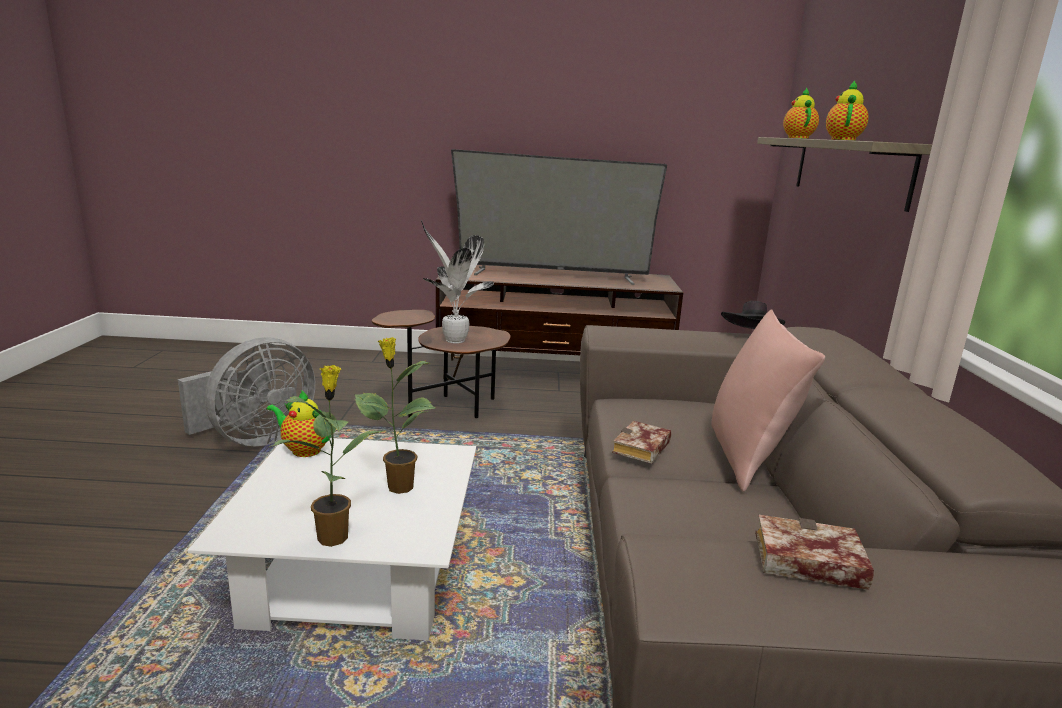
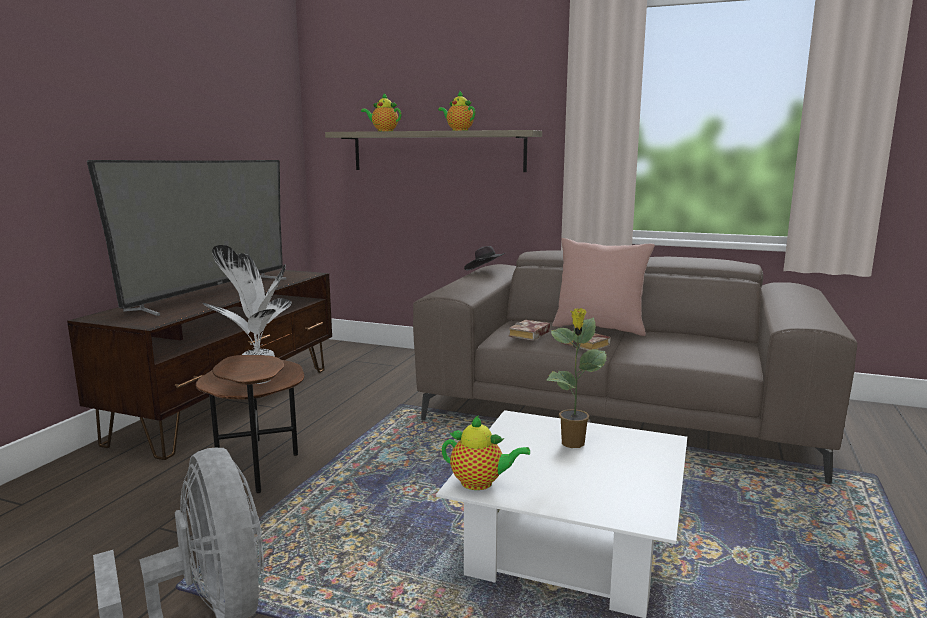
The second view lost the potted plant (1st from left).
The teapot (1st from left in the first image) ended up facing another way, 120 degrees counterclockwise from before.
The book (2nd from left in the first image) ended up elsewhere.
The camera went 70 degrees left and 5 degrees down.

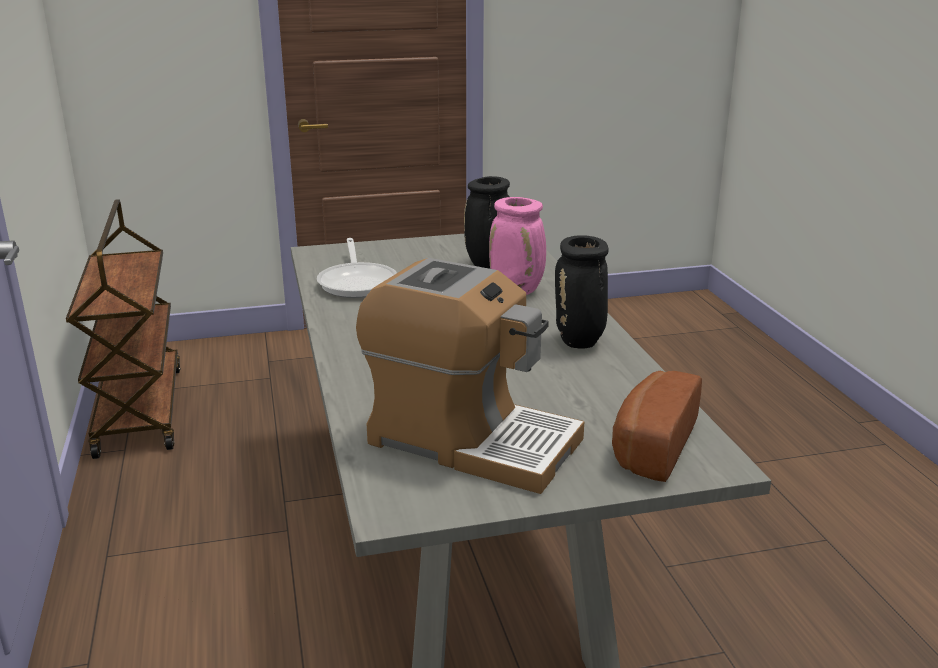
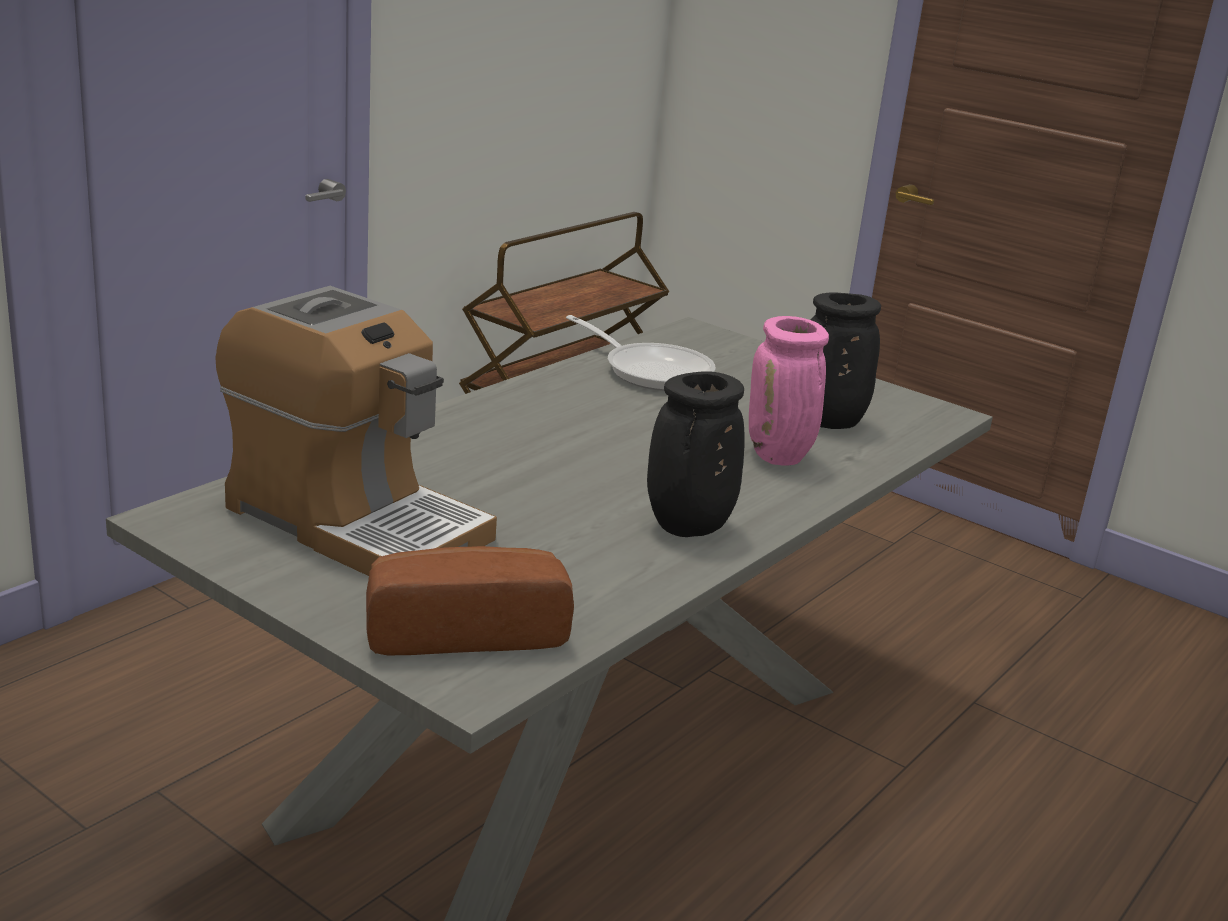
The frying pan ended up facing another way, 90 degrees counterclockwise from before.
The coffee machine ended up facing another way, 45 degrees counterclockwise from before.
The camera went 50 degrees right and 0 degrees up.

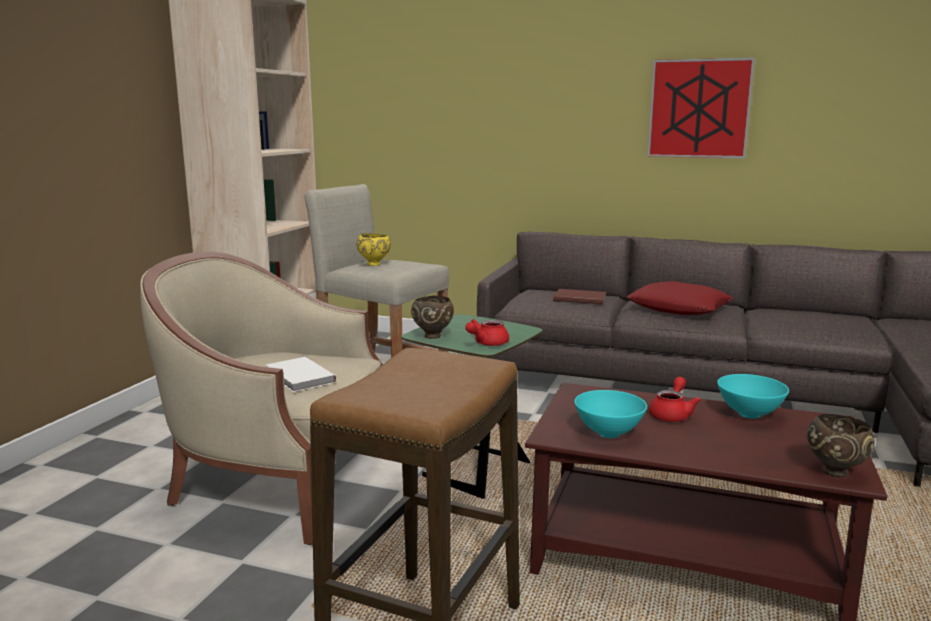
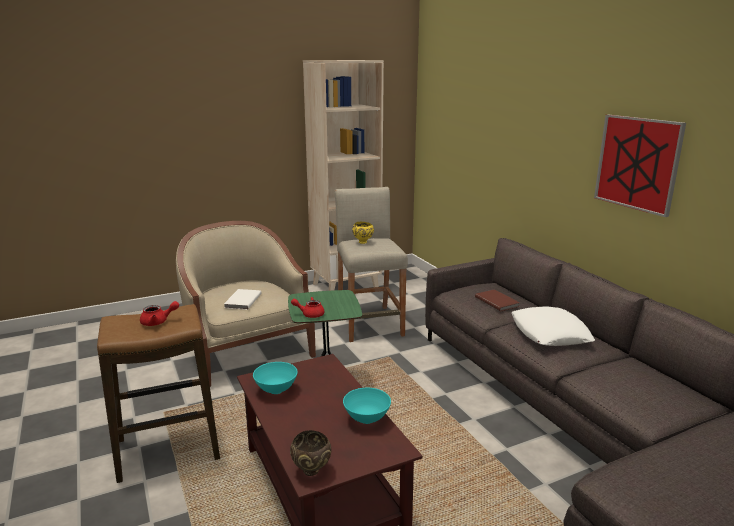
What was the red pillow turned into the white pillow.
The second view lost the brown bowl (1st from left).
The red teapot (2nd from left in the first image) ended up elsewhere.
The camera went 45 degrees right and 5 degrees up.

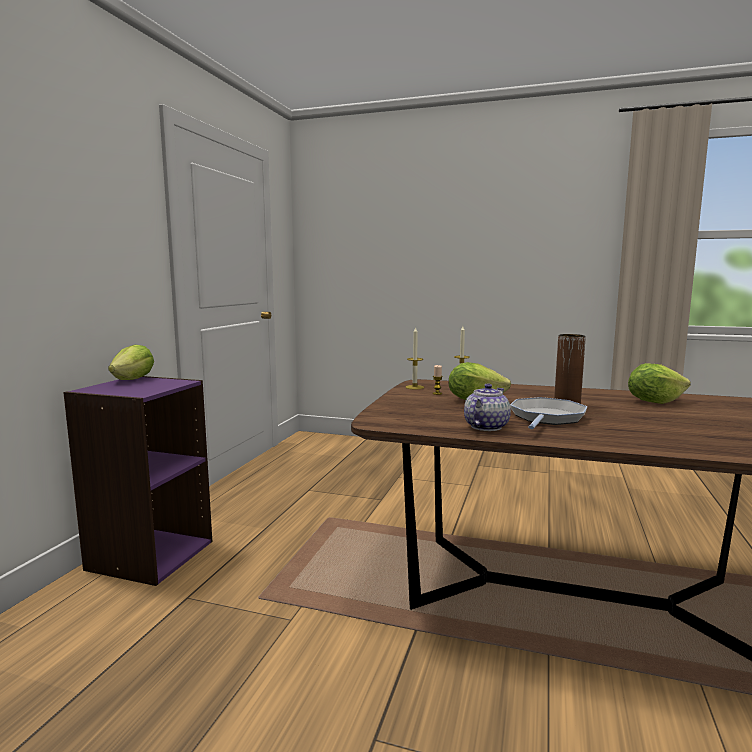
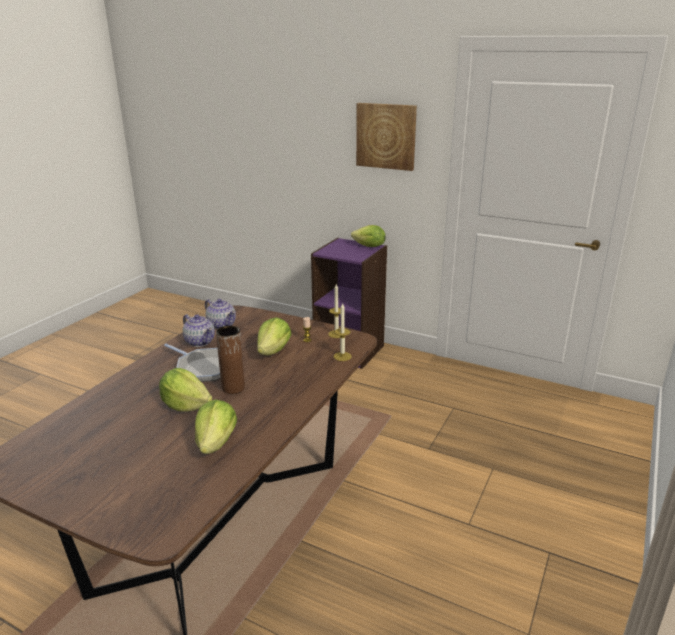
The second view gained the picture.
The second view gained the teapot (2nd from left).
The second view gained the lettuce (1st from left).
The camera went 100 degrees right and 15 degrees up.

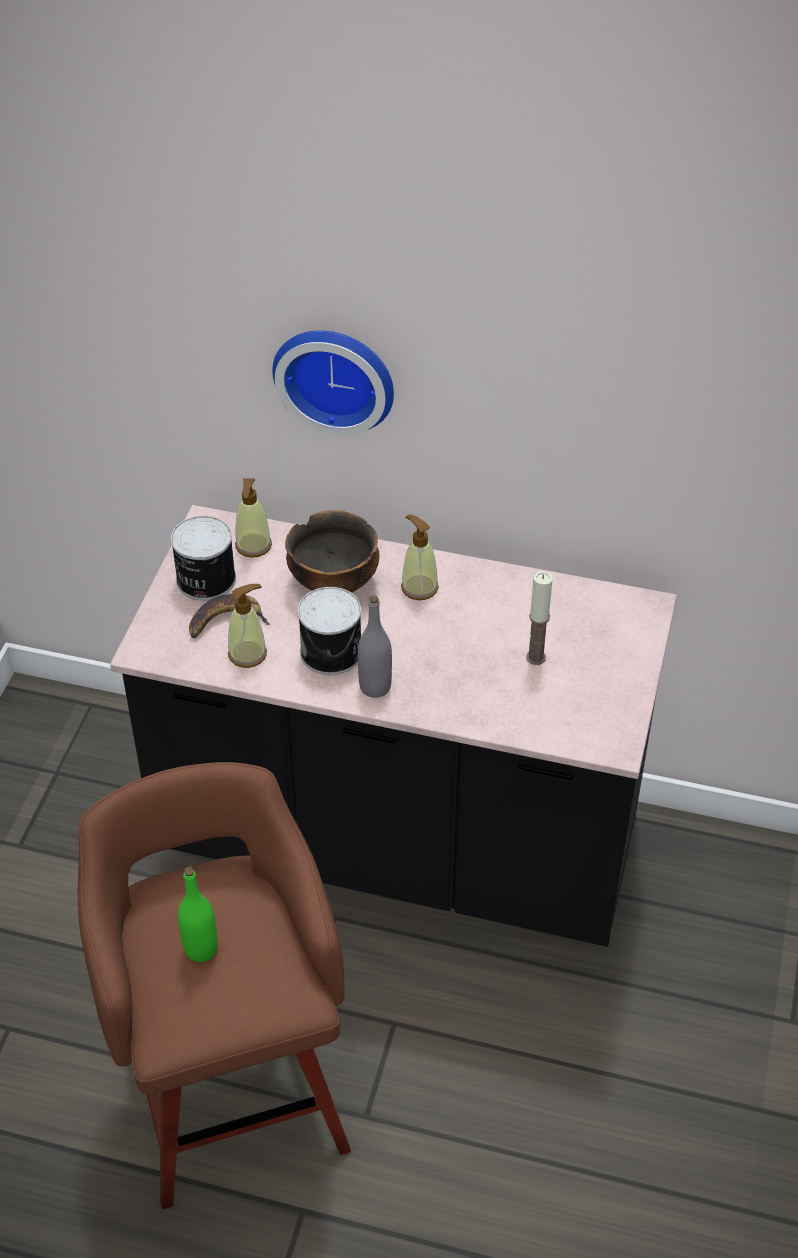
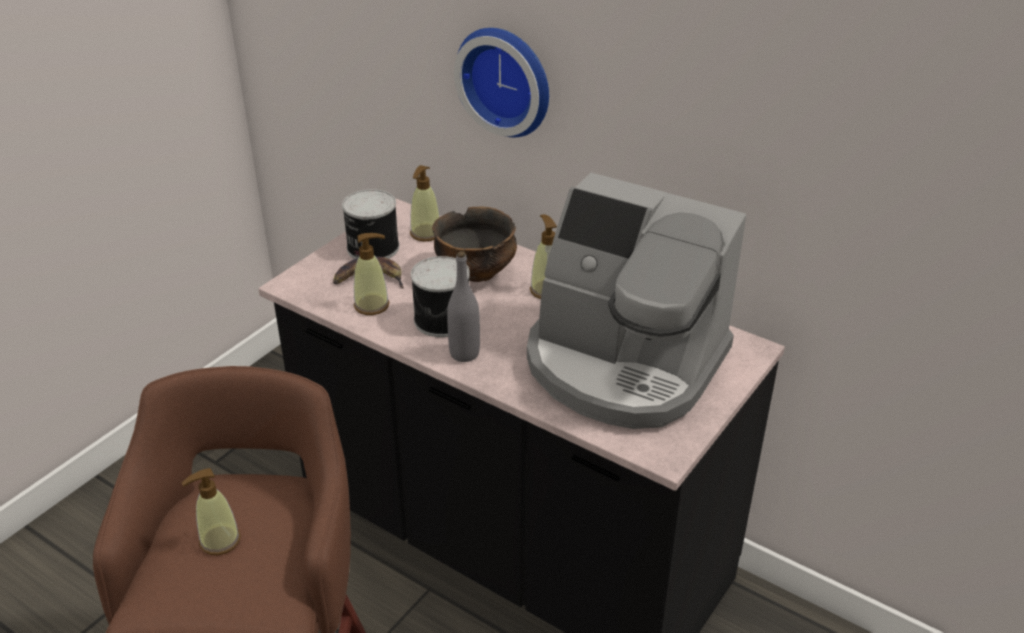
Where the candle stood, the coffee machine came to stand.
Where the green bottle stood, the soap dispenser (1st from left) came to stand.
The camera went 20 degrees right and 10 degrees down.

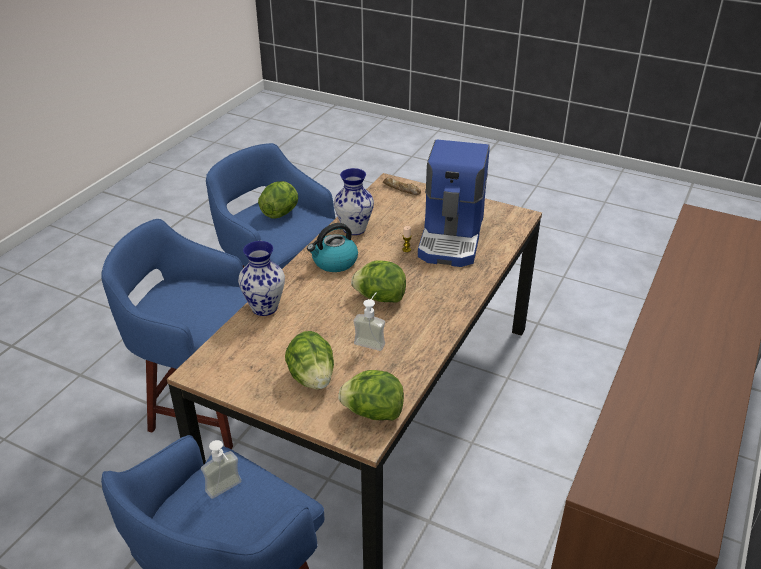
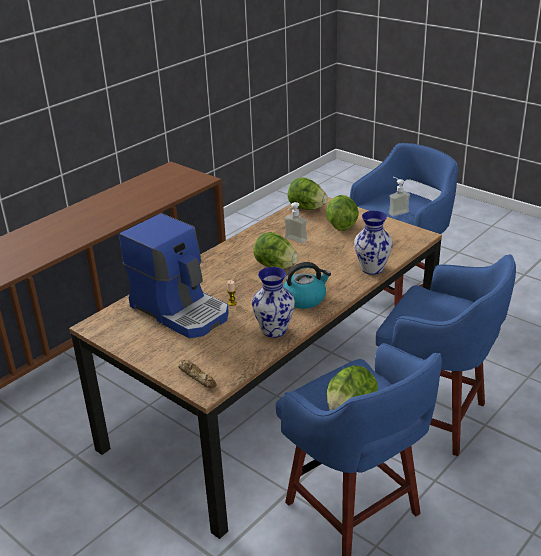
The coffee machine ended up facing another way, 105 degrees clockwise from before.
The camera went 165 degrees left and 5 degrees down.

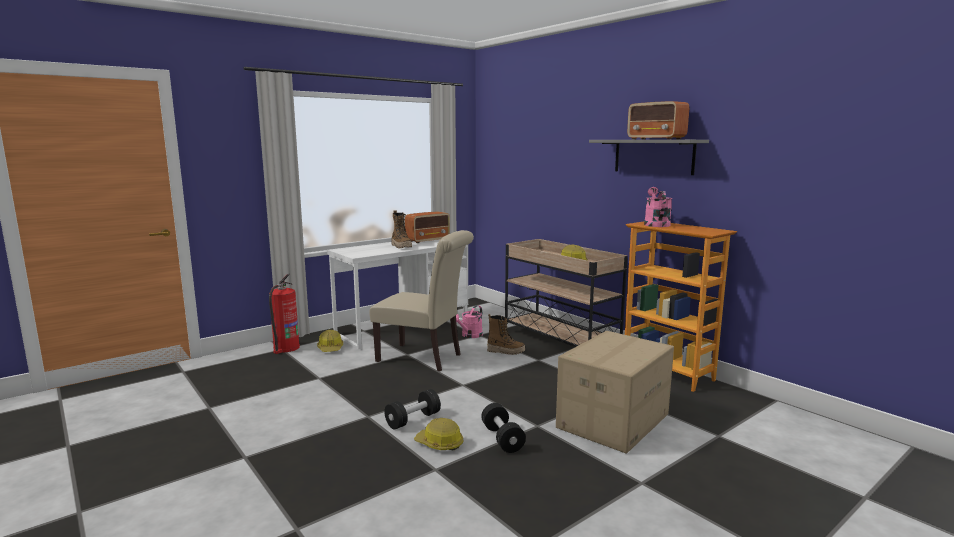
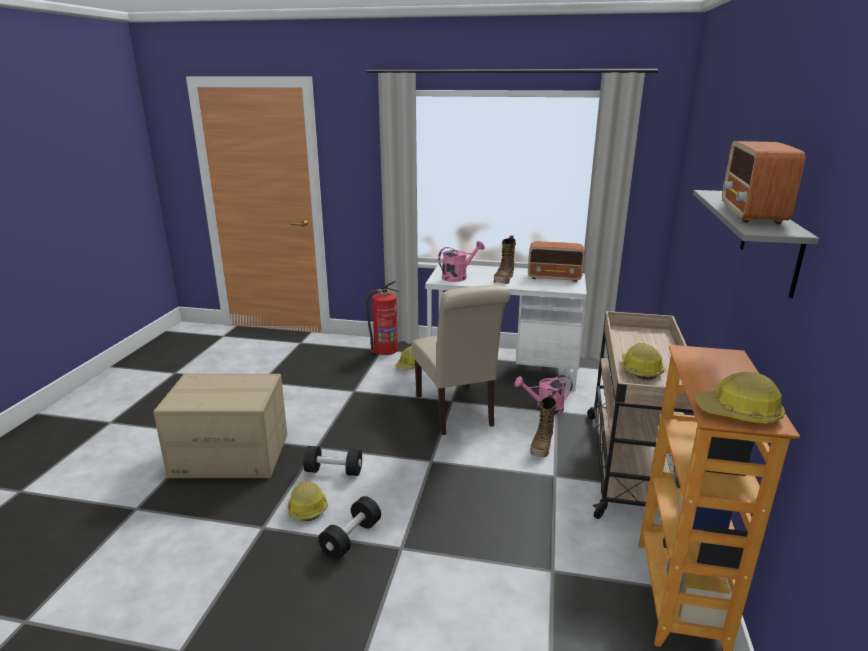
The pink watering can (2nd from left in the first image) ended up elsewhere.
The boot (2nd from left) ended up facing another way, 45 degrees clockwise from before.
The cardboard box ended up elsewhere.
The second view gained the hard hat (4th from left).
The camera went 50 degrees right and 10 degrees up.

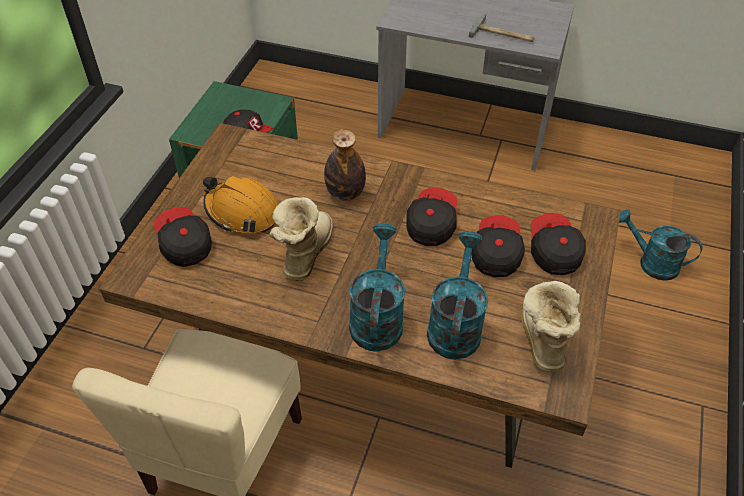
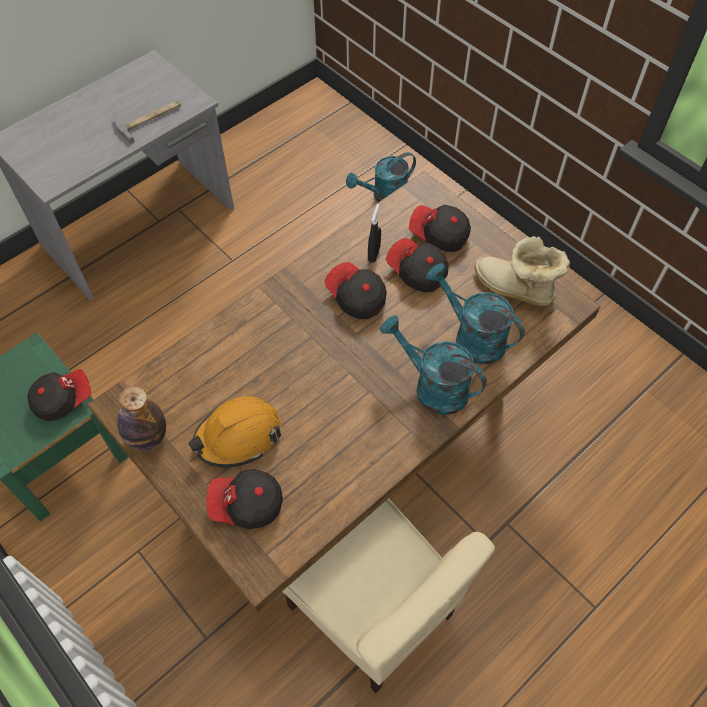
The bottle ended up elsewhere.
The second view lost the boot (1st from left).
The second view gained the black spray bottle.
The camera went 60 degrees left and 10 degrees up.

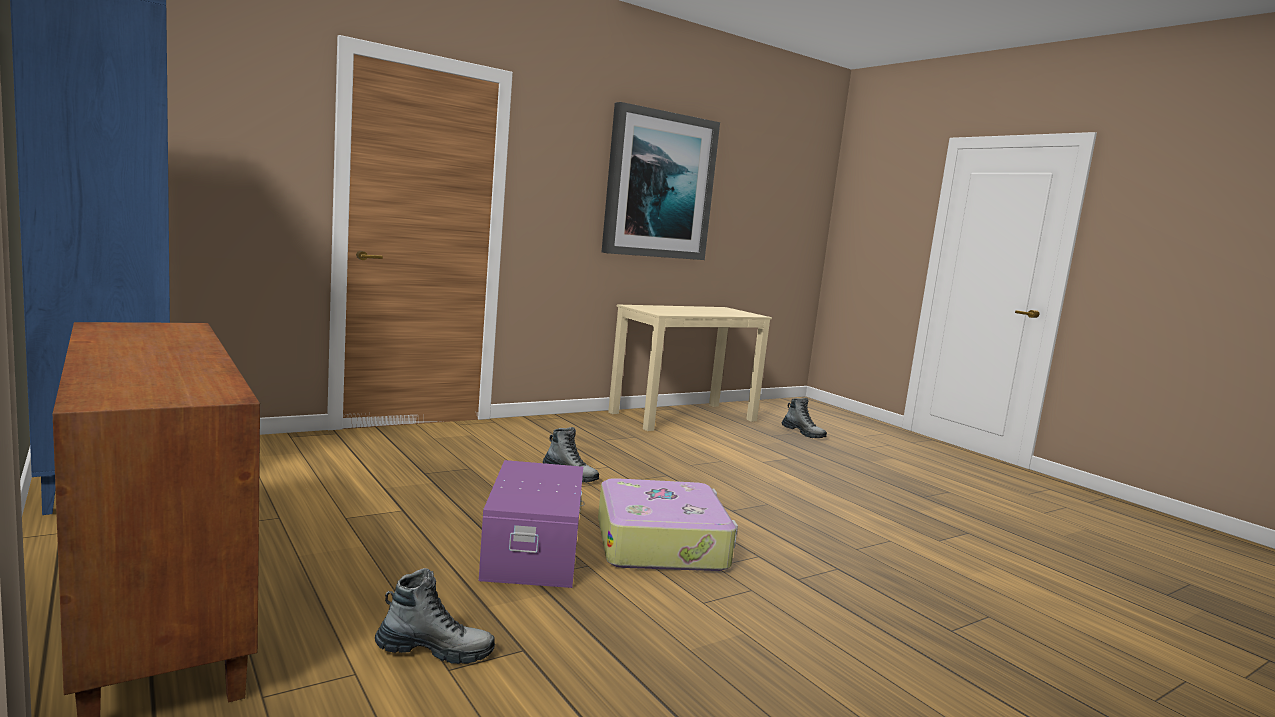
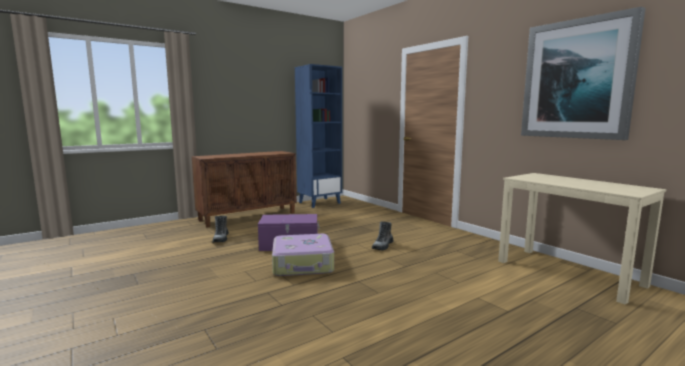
The second view lost the boot (3rd from left).
The camera went 90 degrees right and 0 degrees up.

